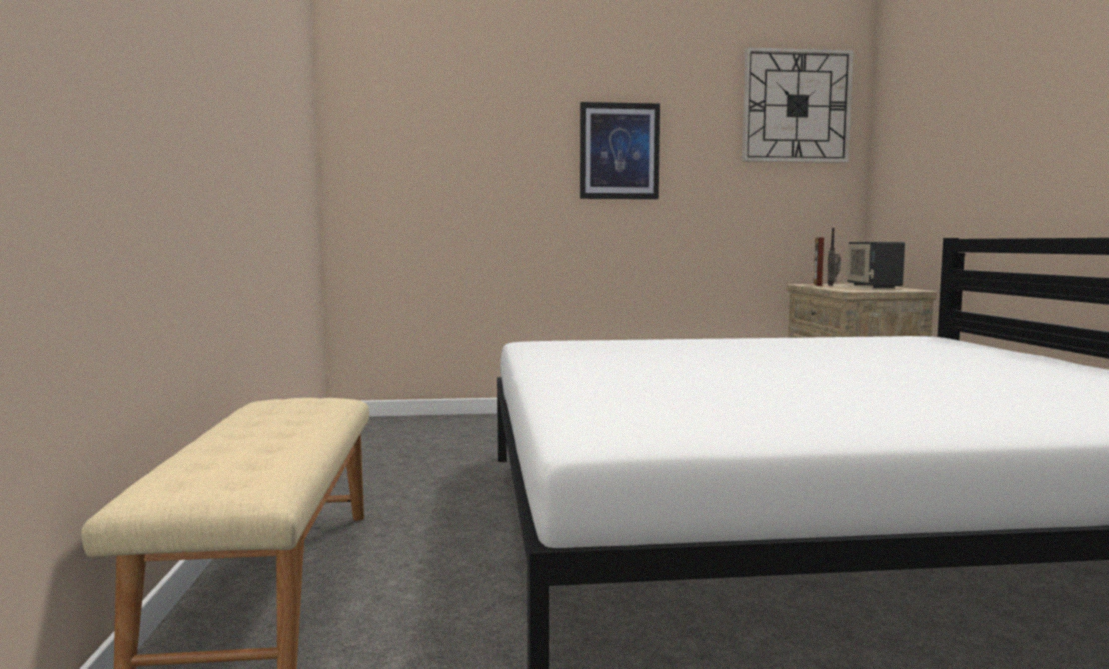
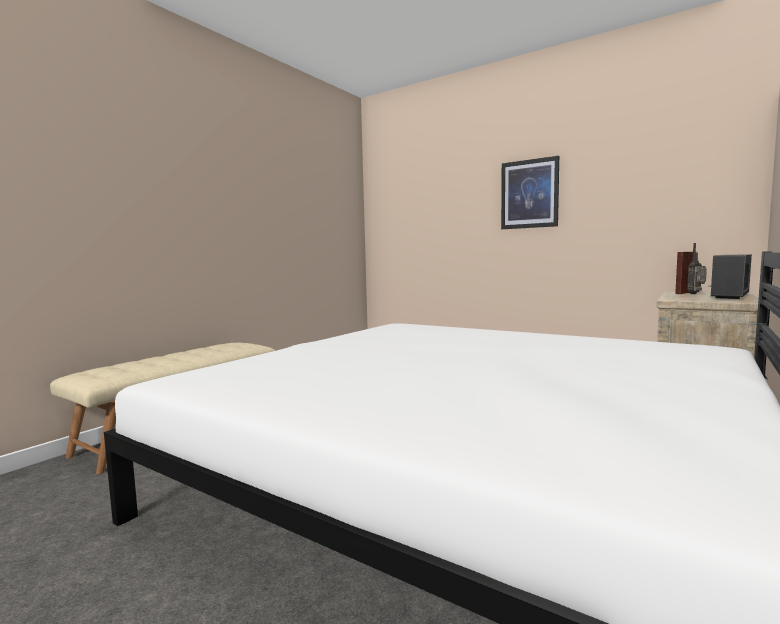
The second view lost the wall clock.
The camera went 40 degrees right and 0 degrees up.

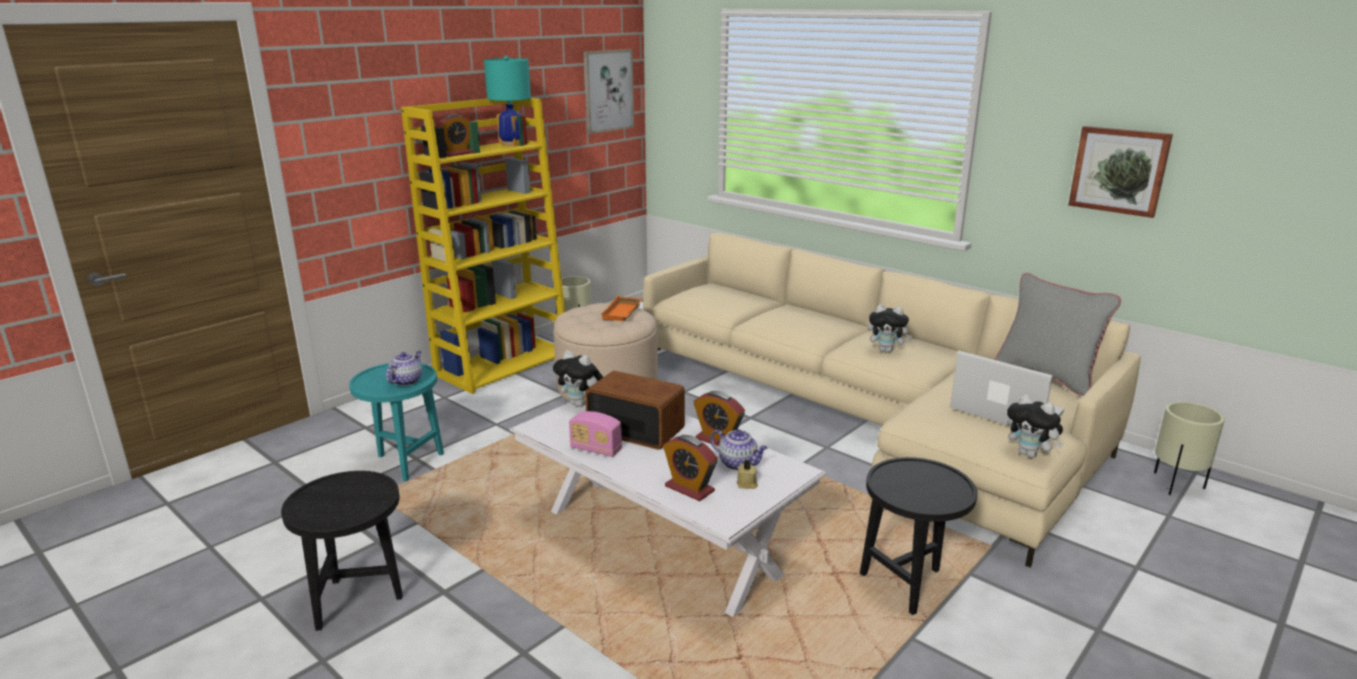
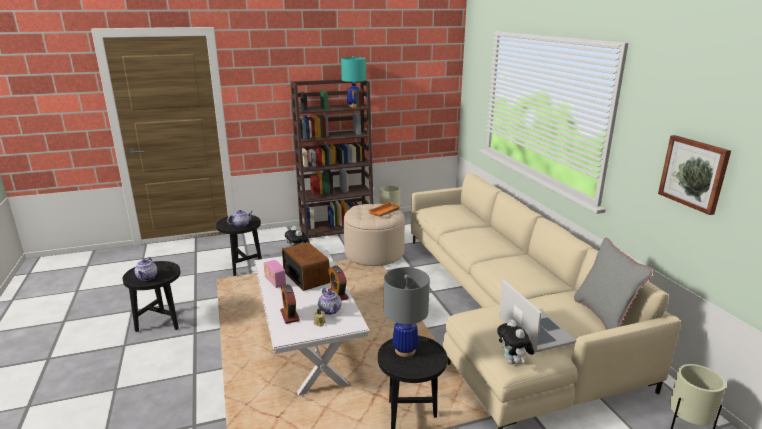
The second view lost the picture (1st from left).
What was the yellow bookcase turned into the brown bookcase.
The second view lost the alarm clock (1st from left).
The second view lost the plush toy (2nd from left).
What was the turquoise side table turned into the black side table (2nd from left).
The second view gained the teapot (1st from left).
The second view gained the grey table lamp.
The camera went 30 degrees right and 0 degrees up.

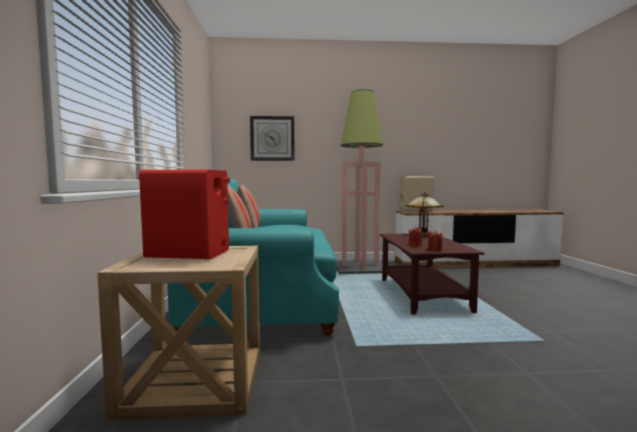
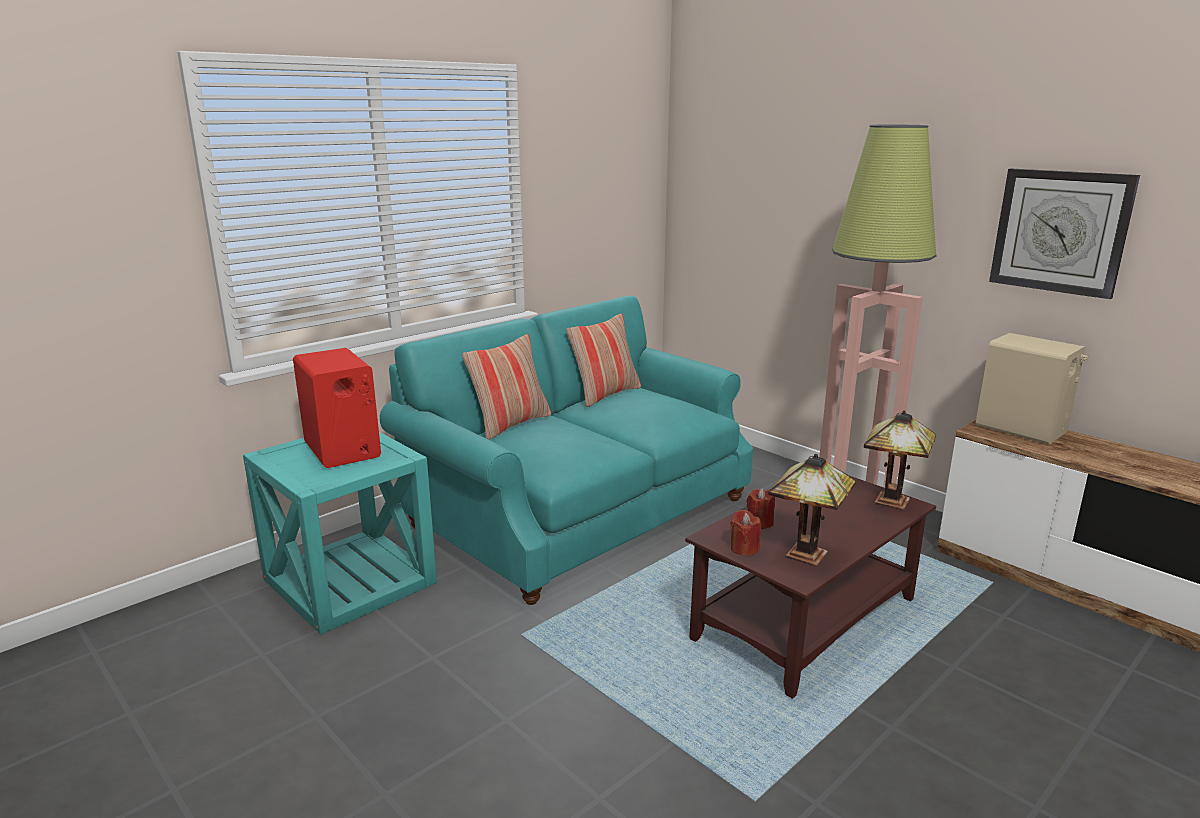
The wall clock ended up elsewhere.
What was the beige side table turned into the turquoise side table.
The second view gained the table lamp (1st from left).
The camera went 50 degrees right and 15 degrees up.

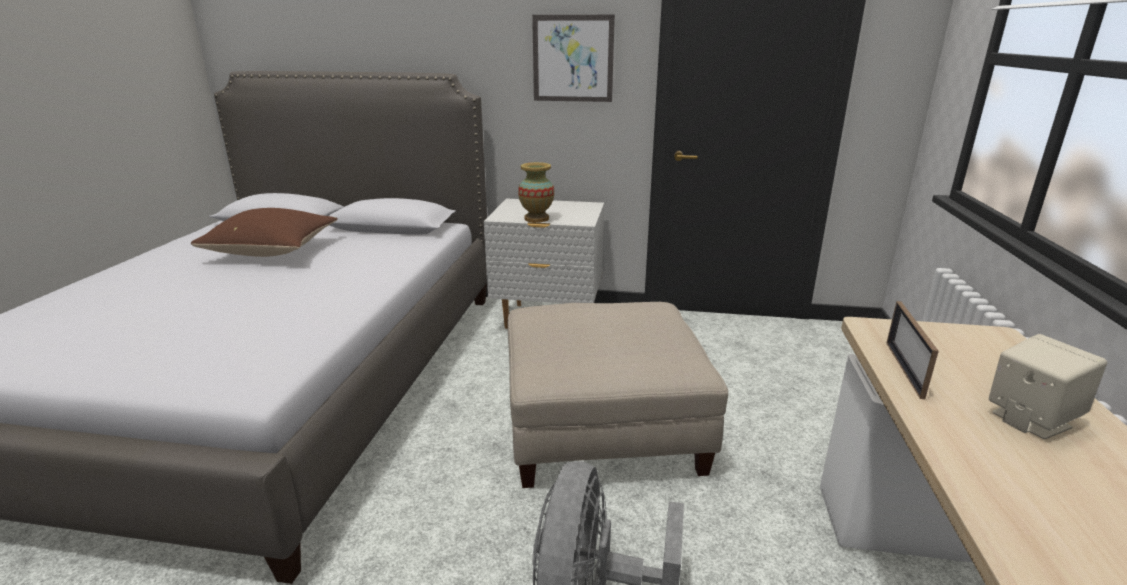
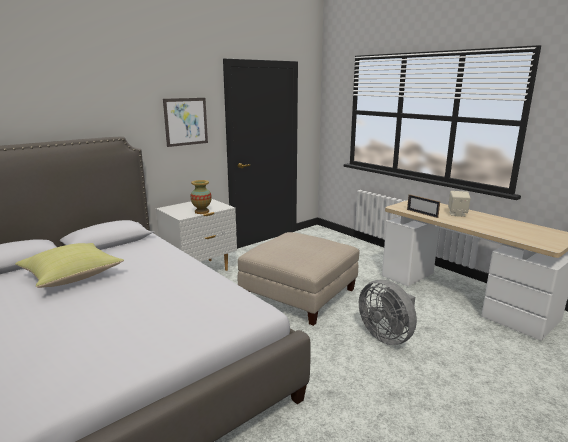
What was the brown pillow turned into the yellow pillow.
The camera went 50 degrees left and 5 degrees down.

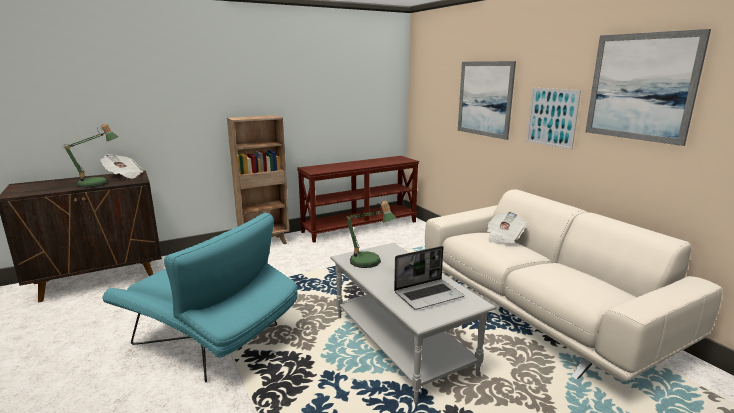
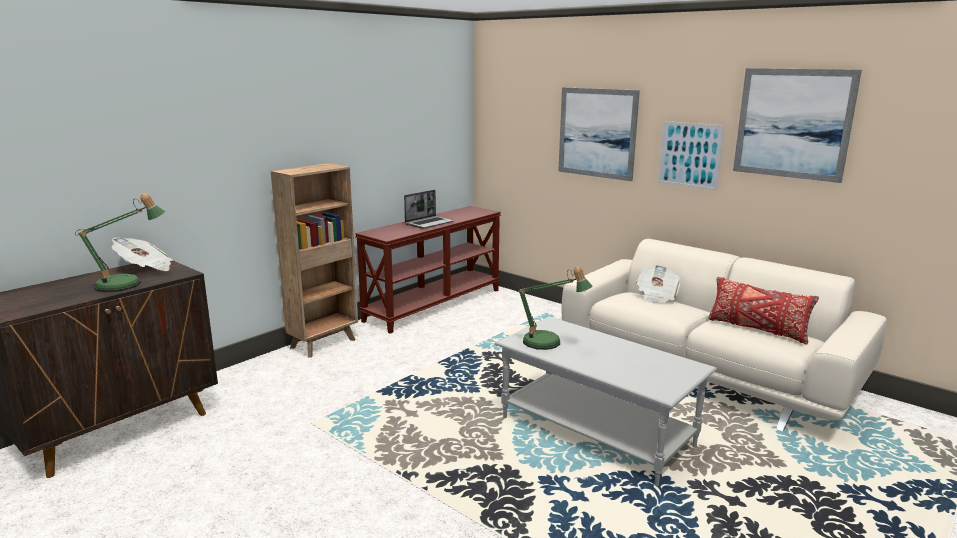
The second view lost the turquoise armchair.
The laptop ended up elsewhere.
The second view gained the red pillow.
The camera went 20 degrees left and 0 degrees up.

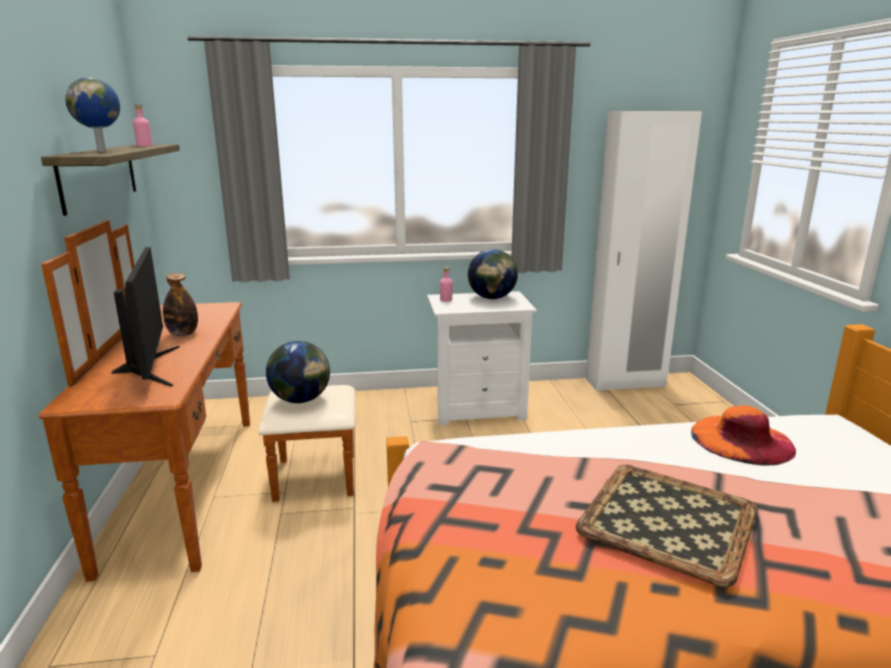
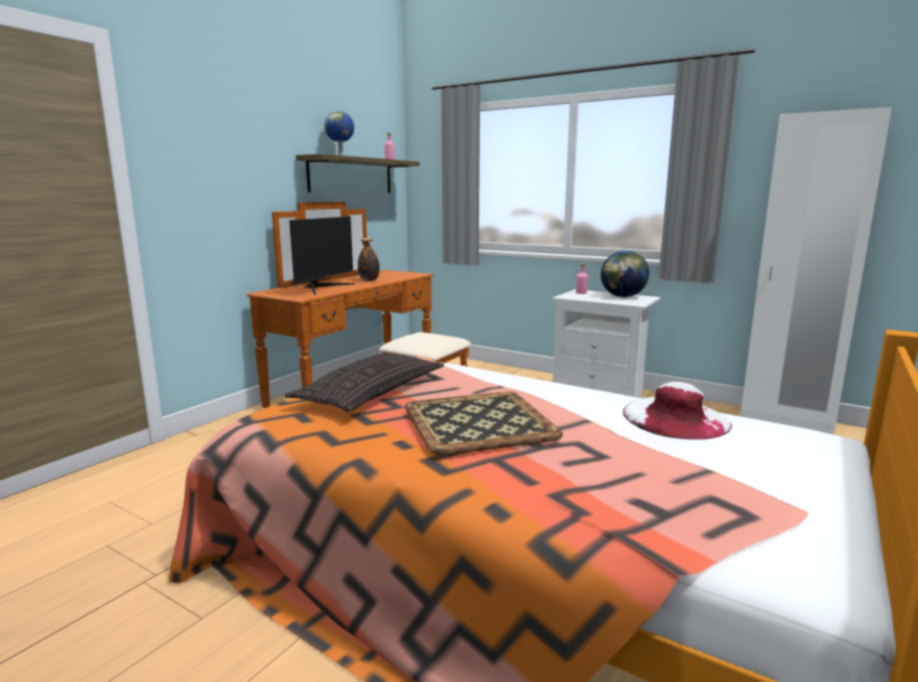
The second view lost the globe (2nd from left).
What was the orange hat turned into the white hat.
The second view gained the pillow.
The camera went 40 degrees right and 5 degrees down.

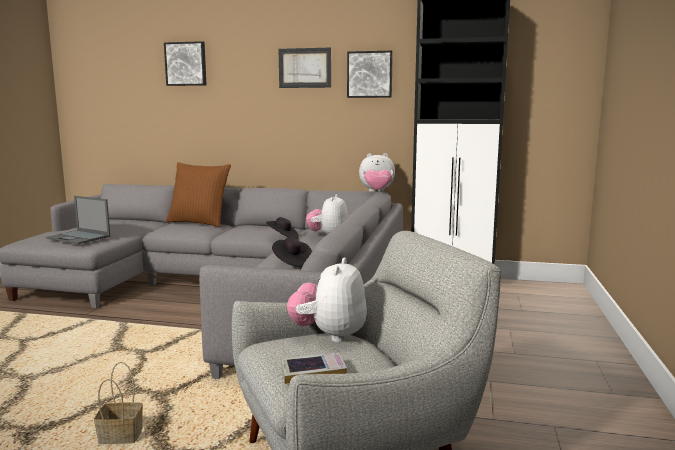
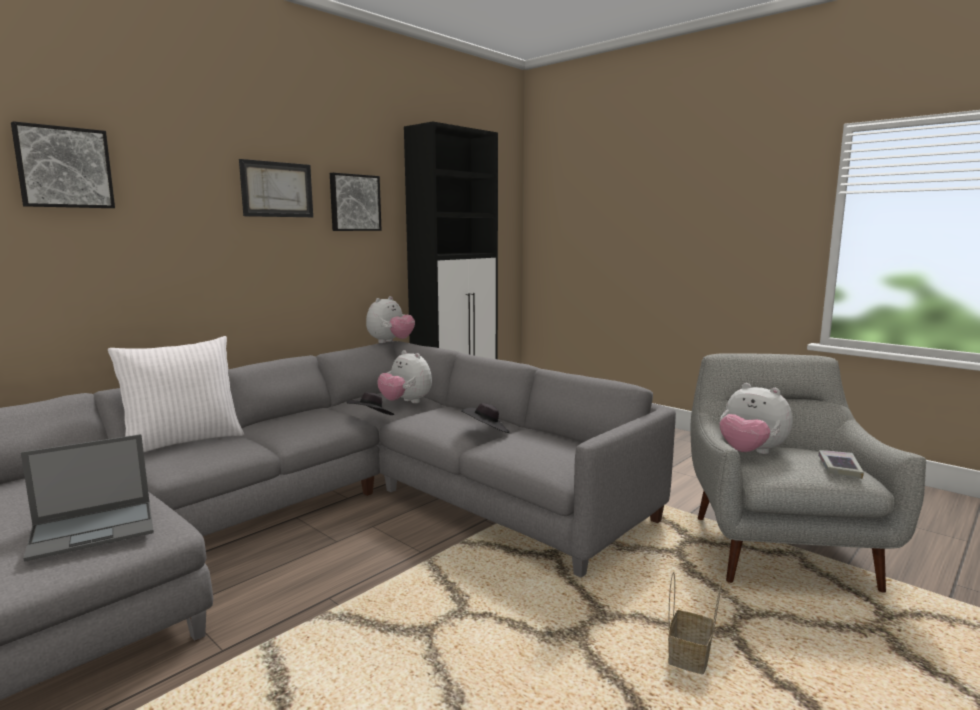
What was the brown pillow turned into the white pillow.
The camera went 60 degrees left and 0 degrees up.

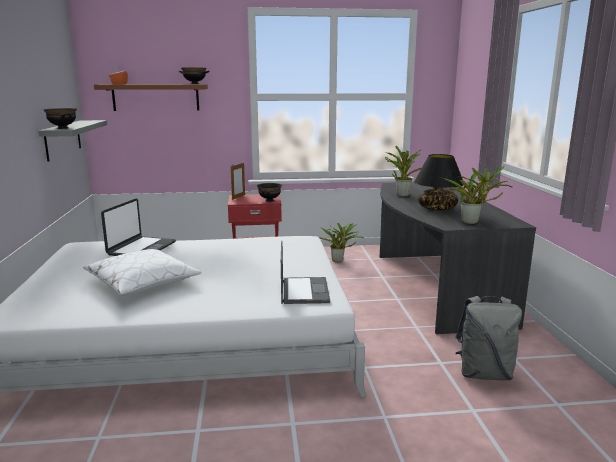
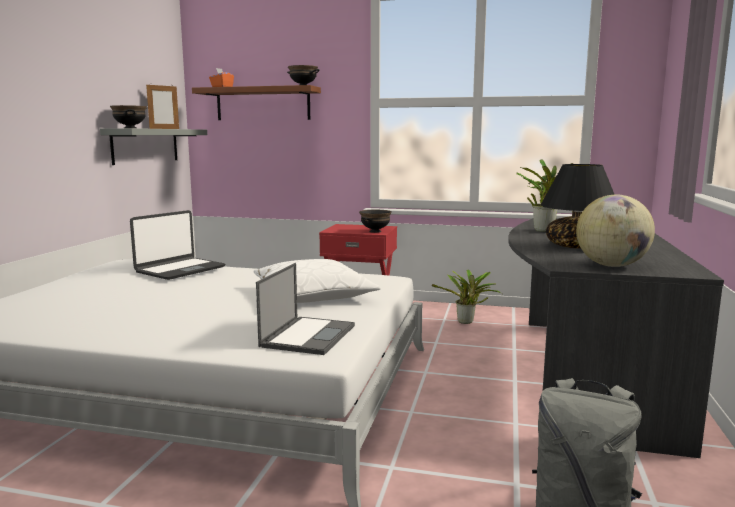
The picture frame ended up elsewhere.
Where the potted plant (3rd from left) stood, the globe came to stand.
The white pillow ended up elsewhere.
The camera went 20 degrees right and 5 degrees down.

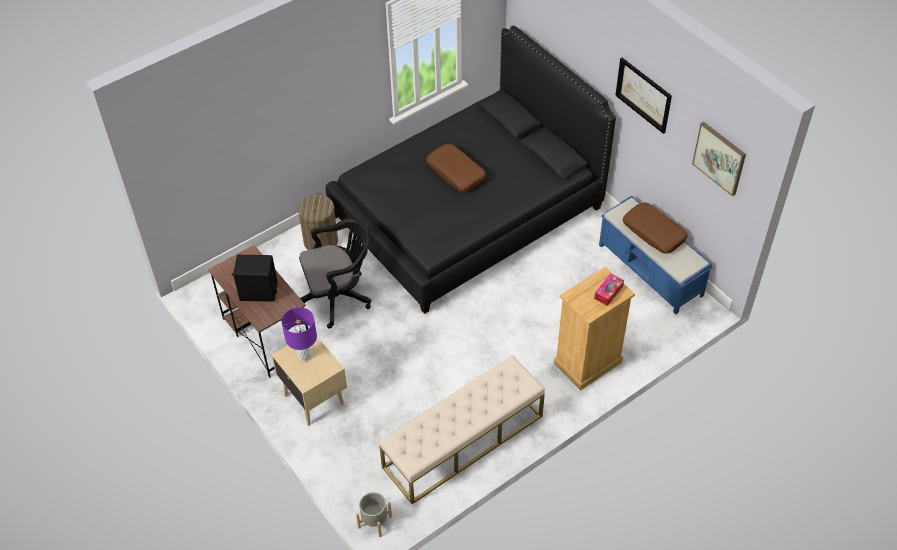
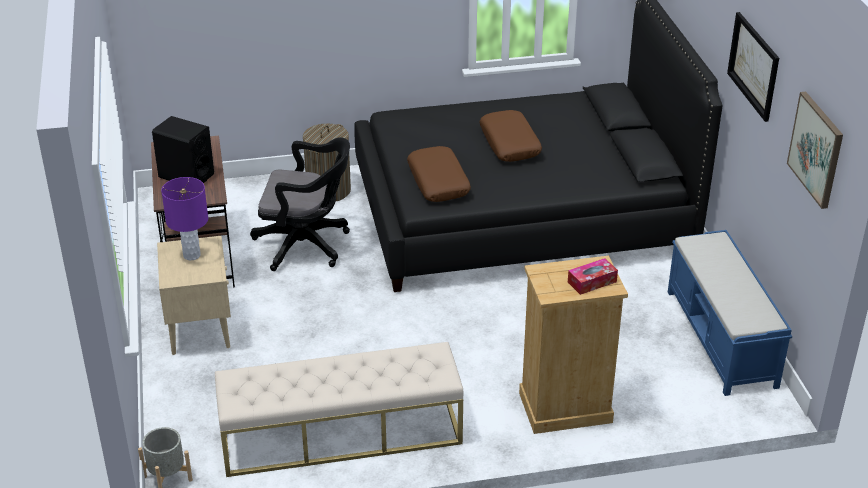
The brown pillow (2nd from left in the first image) ended up elsewhere.
The camera went 25 degrees right and 15 degrees down.

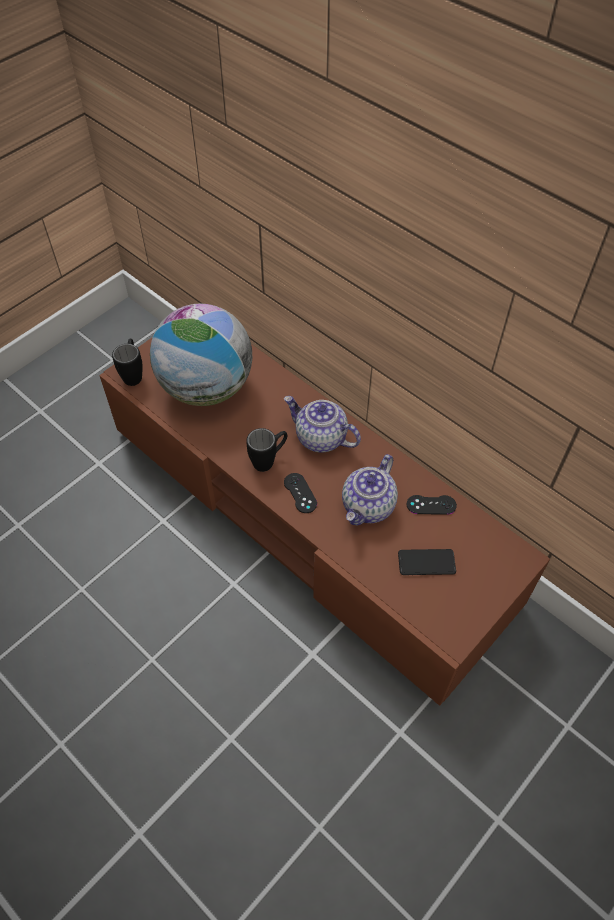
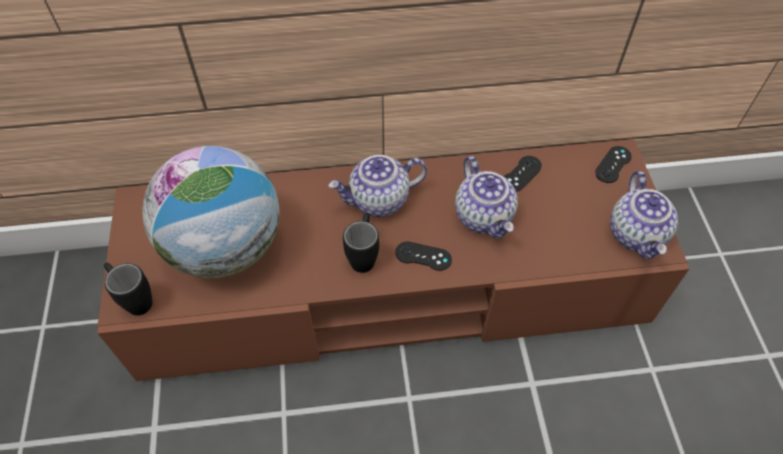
The second view lost the phone.
The second view gained the black game controller (3rd from left).
The second view gained the teapot (3rd from left).
The camera went 50 degrees left and 0 degrees up.

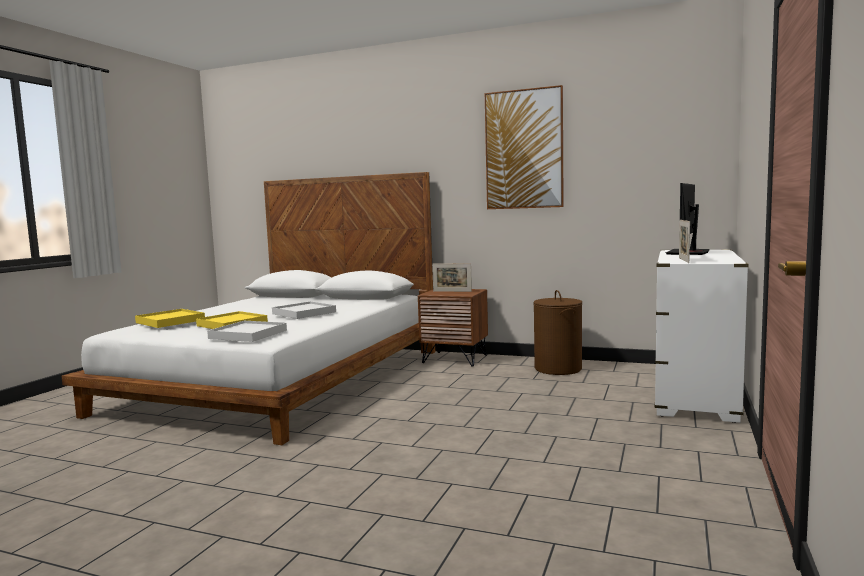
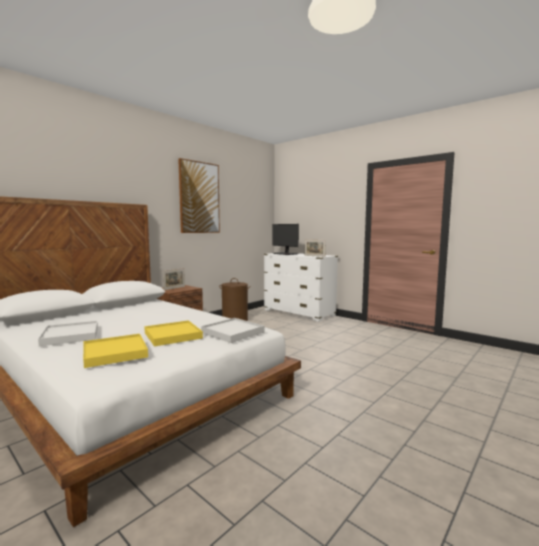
The white tray (2nd from left in the first image) ended up elsewhere.
The camera went 70 degrees left and 0 degrees up.

